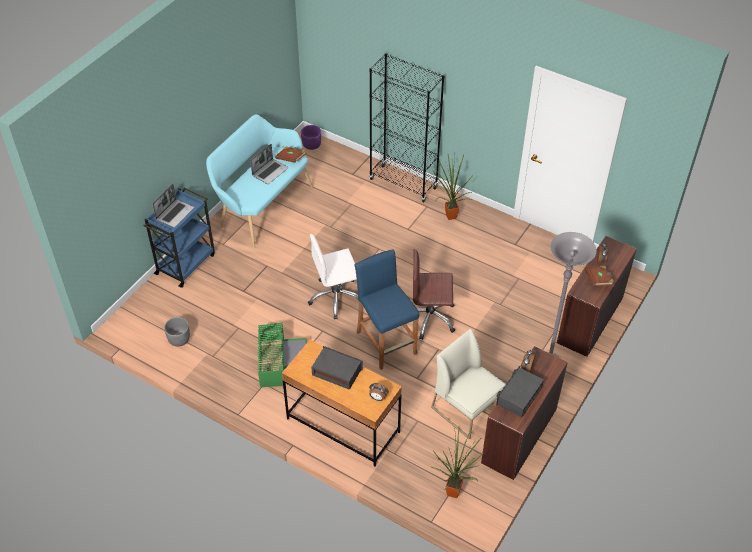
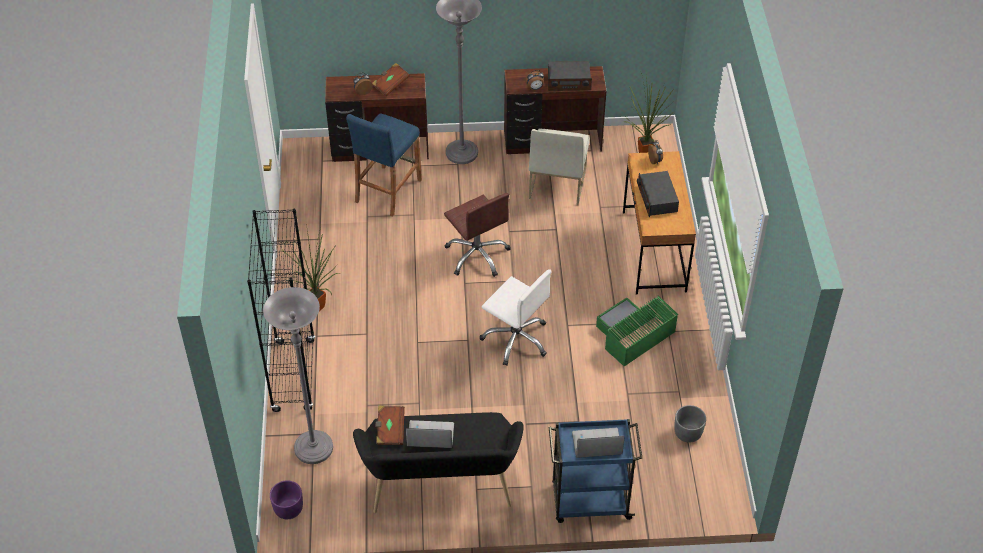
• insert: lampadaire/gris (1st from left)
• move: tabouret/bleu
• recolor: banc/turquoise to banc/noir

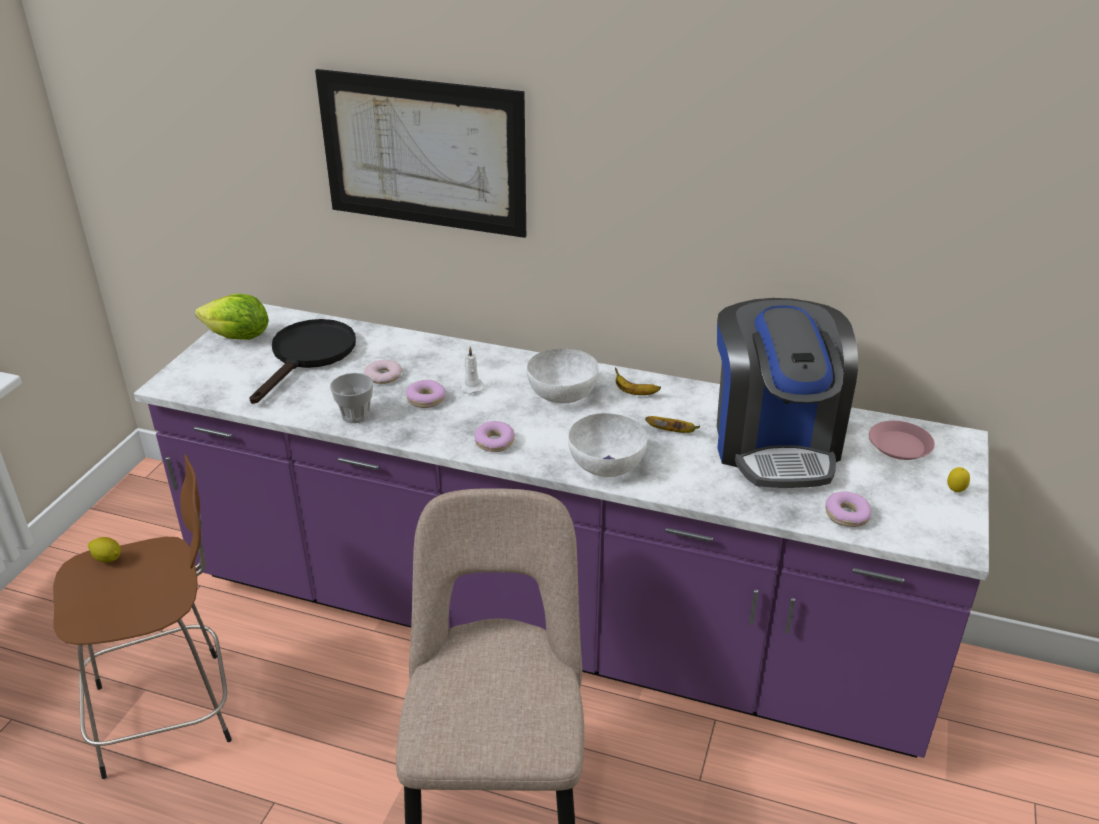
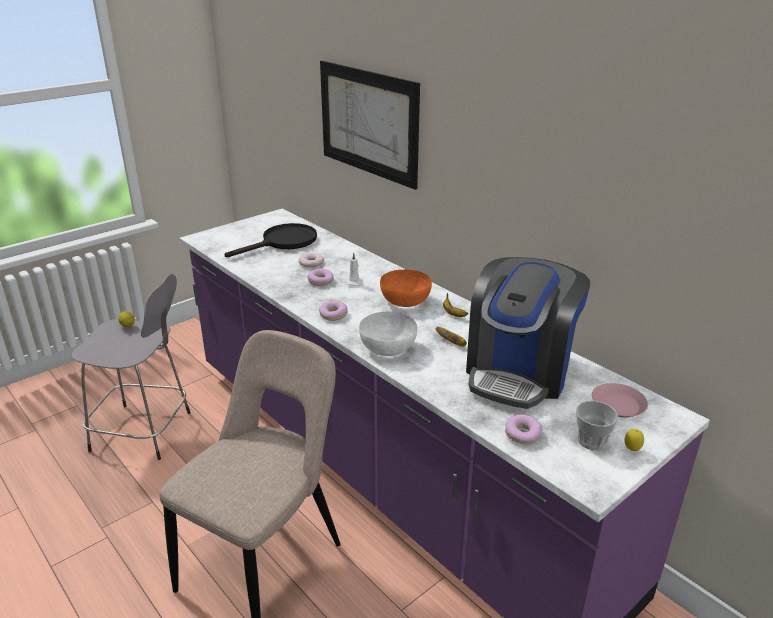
• recolor: tabouret/marron to tabouret/gris
• recolor: bol/blanc (1st from left) to bol/orange
• move: tasse
• delete: laitue

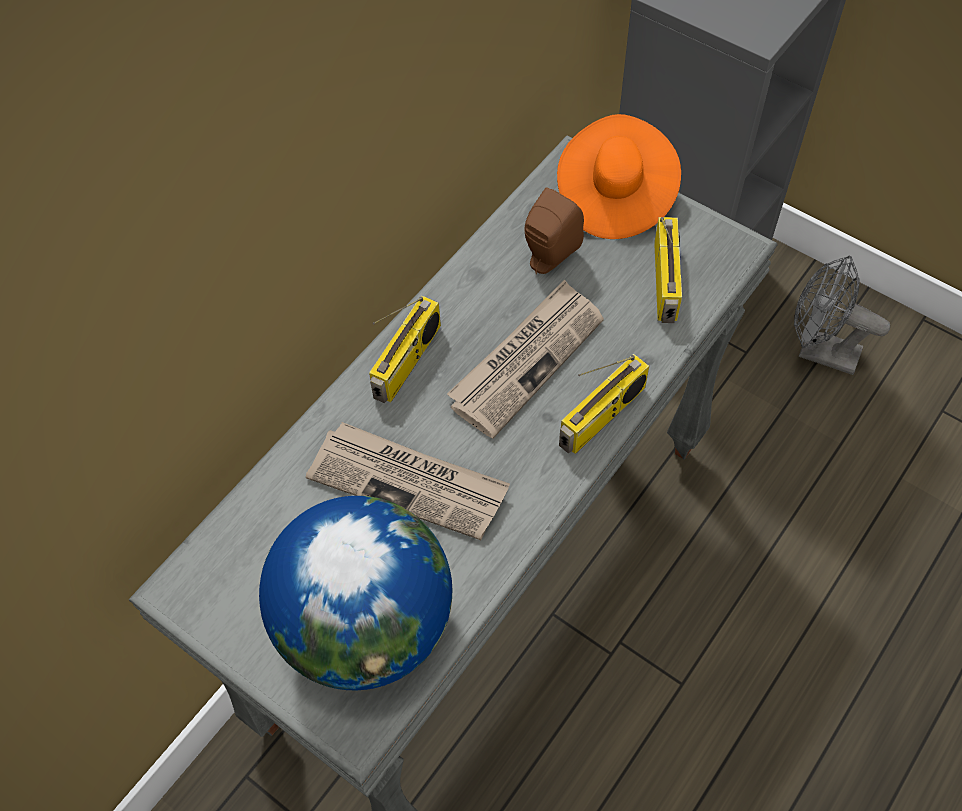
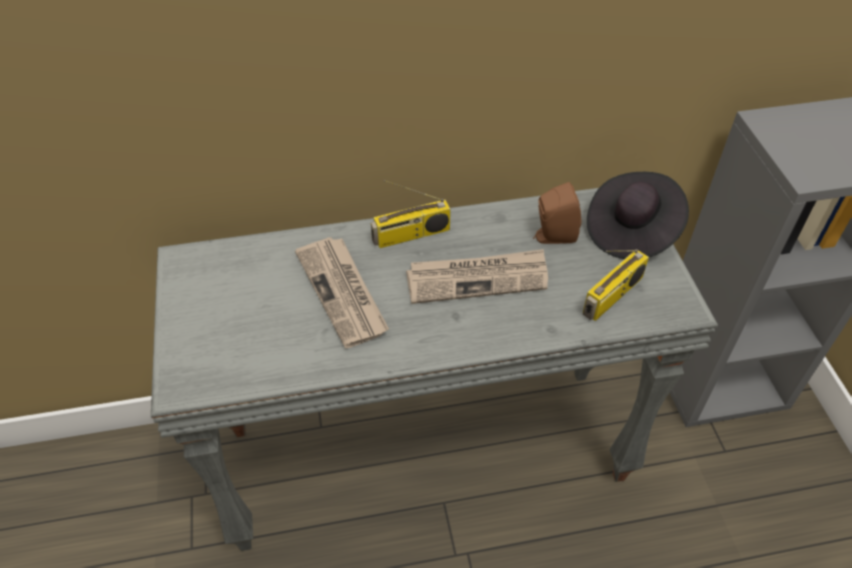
• recolor: chapeau/orange to chapeau/noir
• delete: globe
• delete: radio (2nd from left)
• delete: ventilateur/gris

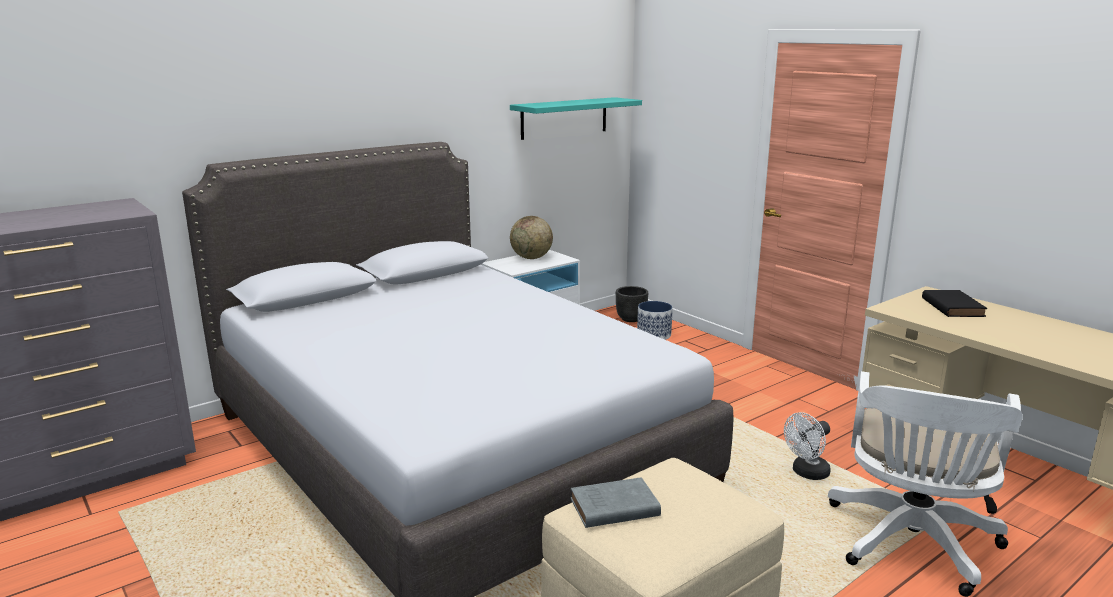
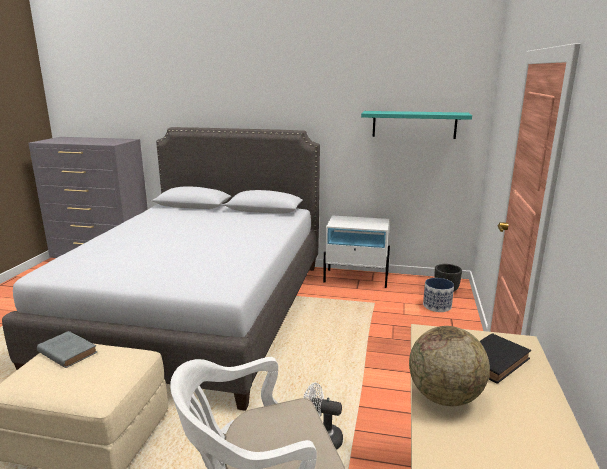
• move: globe

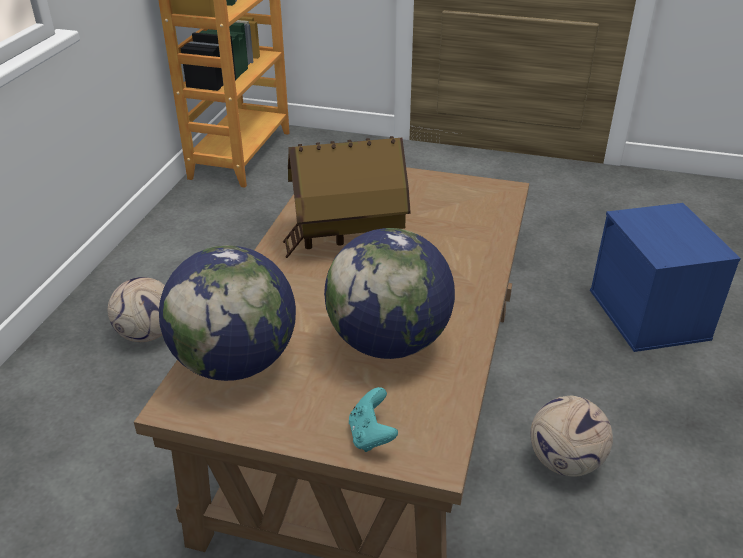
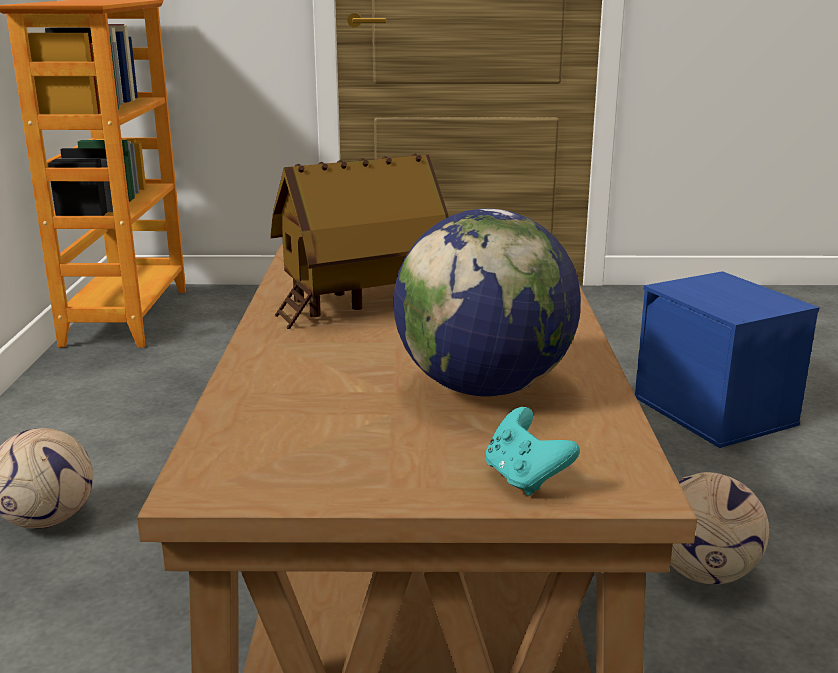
• delete: globe (1st from left)

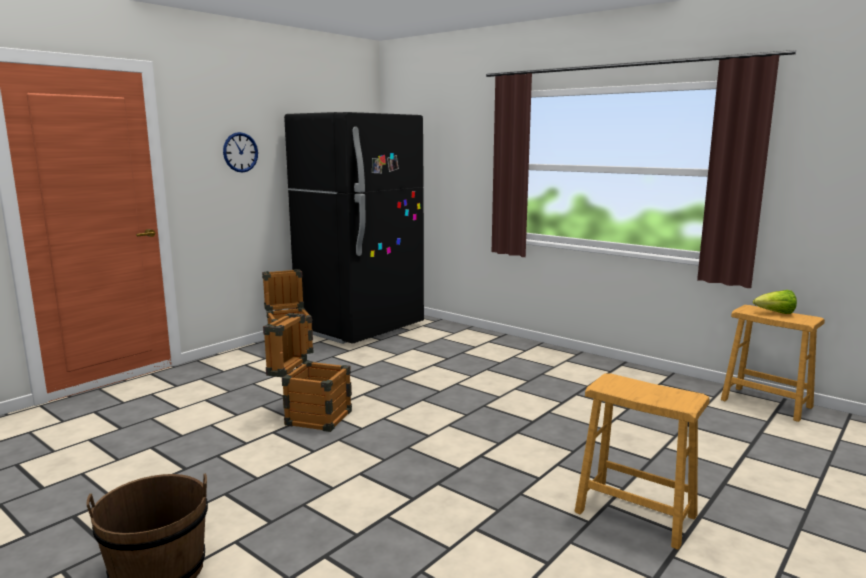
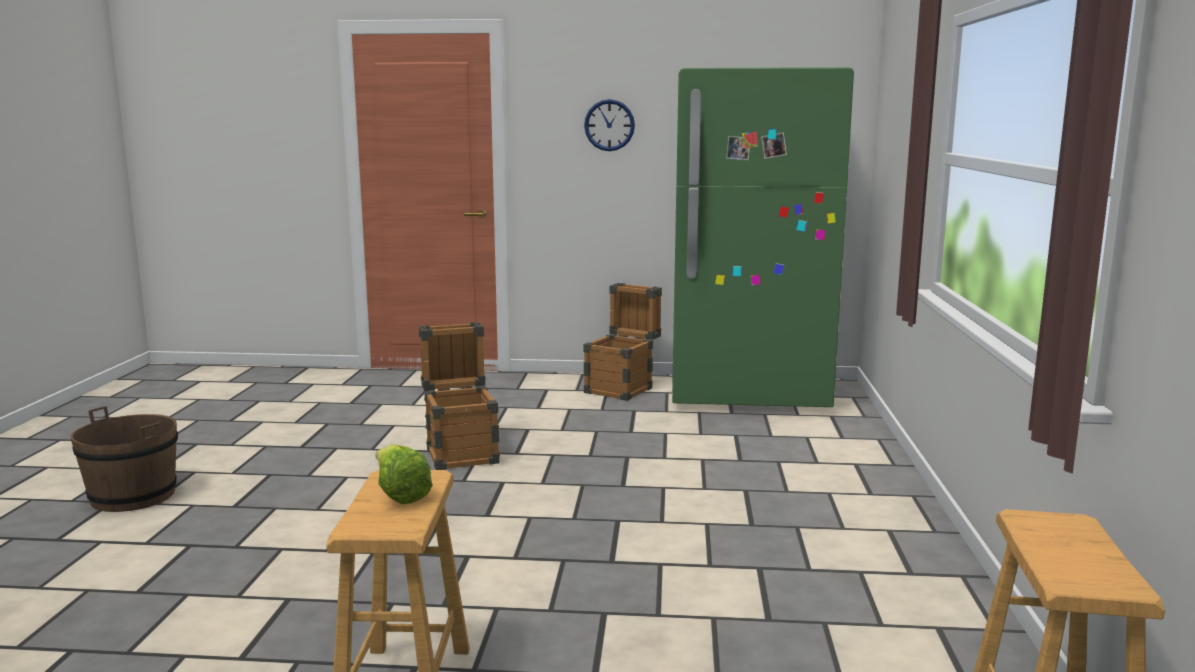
• move: laitue
• recolor: réfrigérateur/noir to réfrigérateur/vert

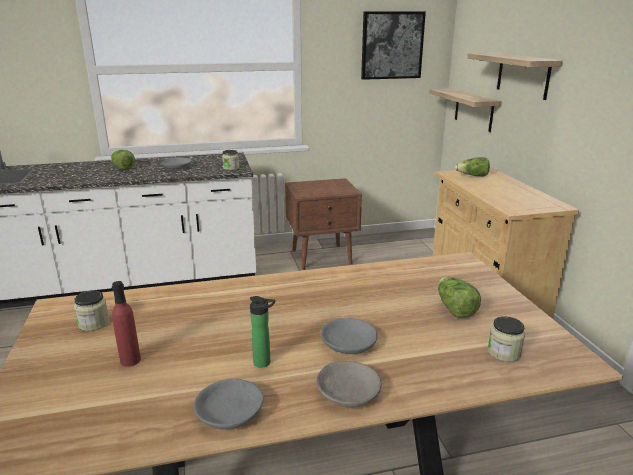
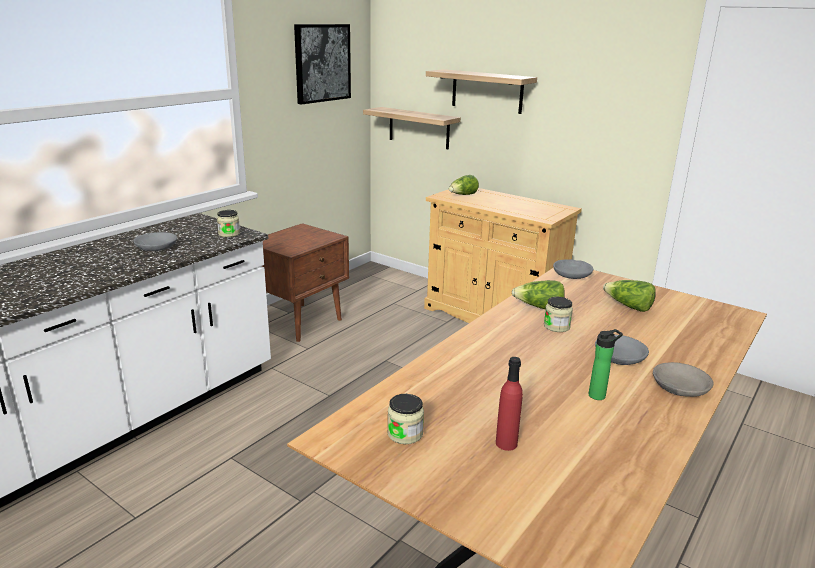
• move: laitue (1st from left in the first image) to laitue (2nd from left)
• move: bocal (3rd from left)
• move: bol/gris (2nd from left)

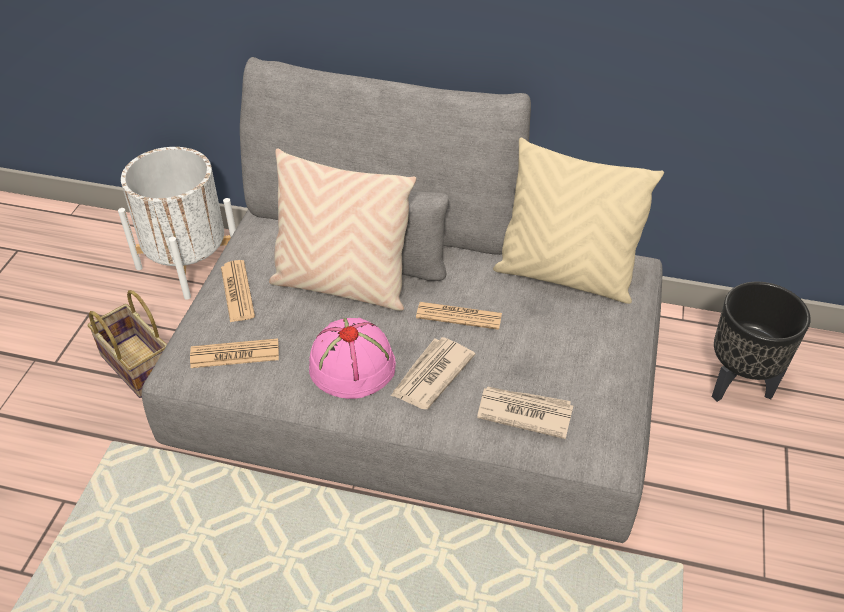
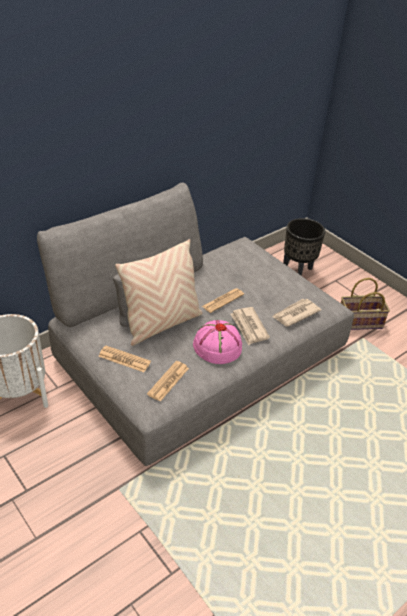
• move: panier
• delete: coussin/beige (2nd from left)

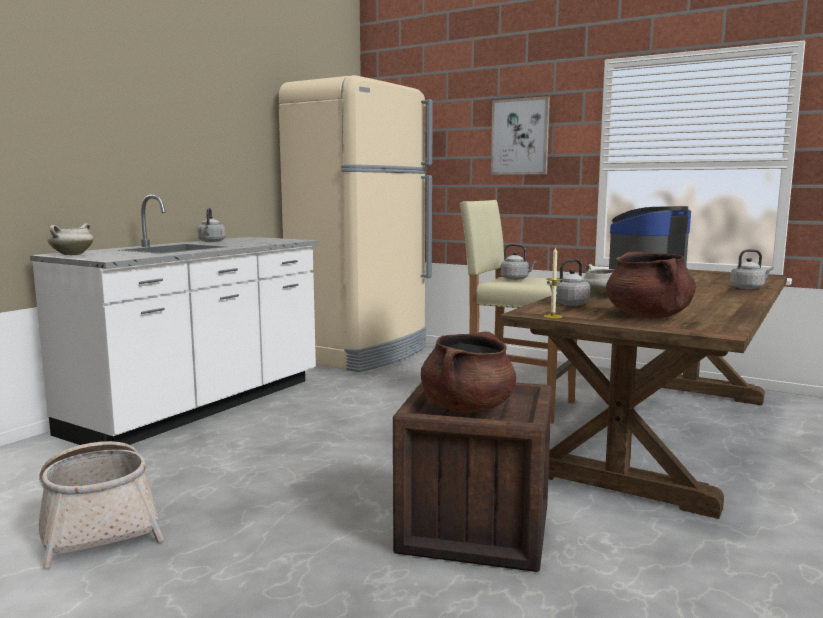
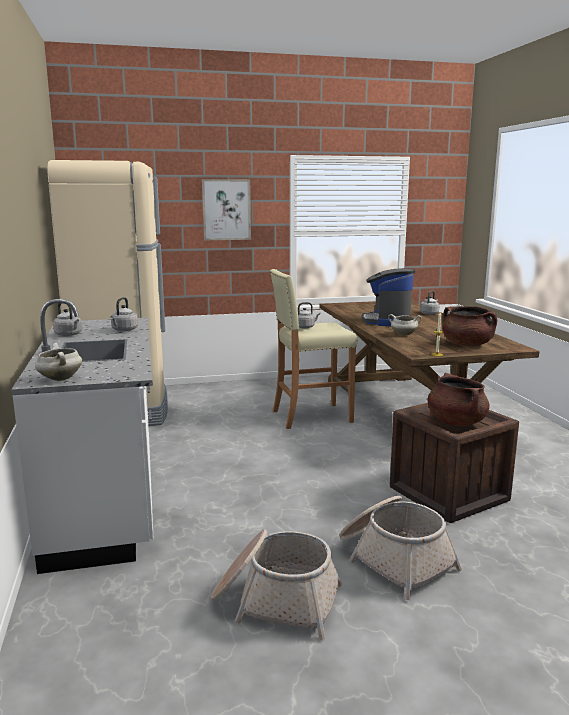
• move: bouilloire/gris (3rd from left in the first image) to bouilloire/gris (2nd from left)
• insert: panier (2nd from left)

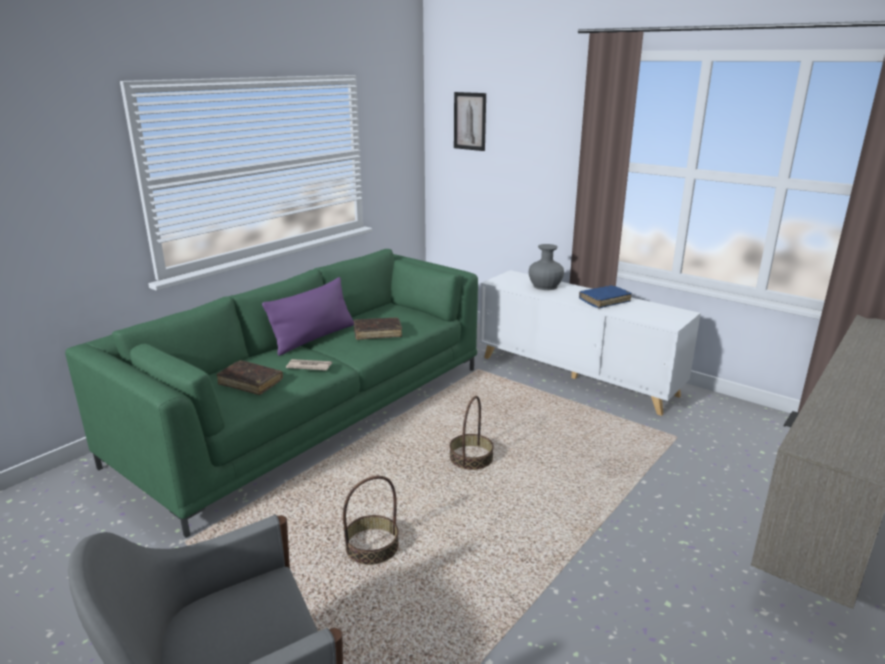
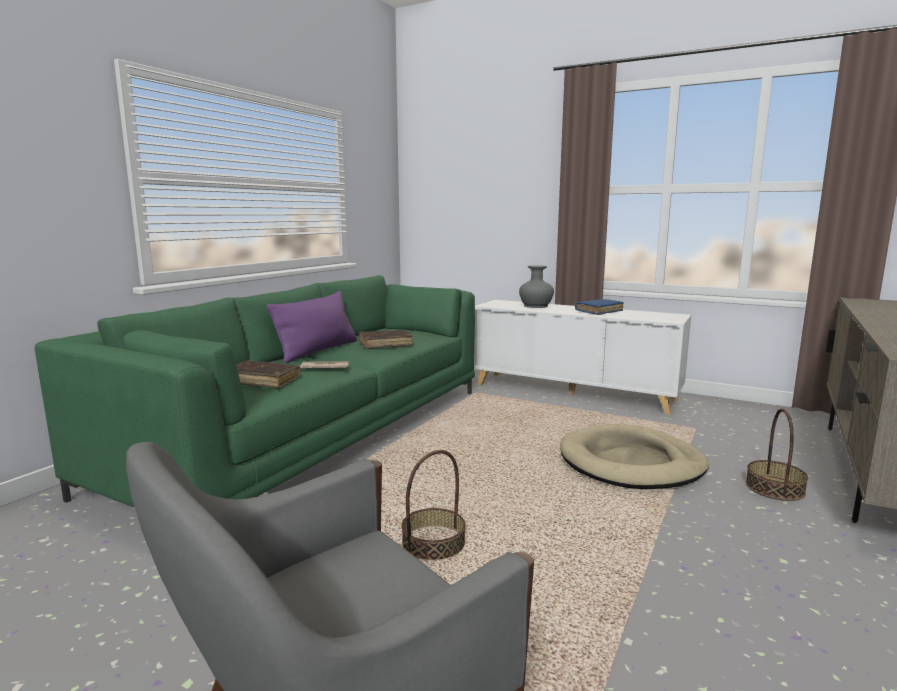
• insert: panier pour chien/beige
• move: panier (2nd from left)
• delete: tableau

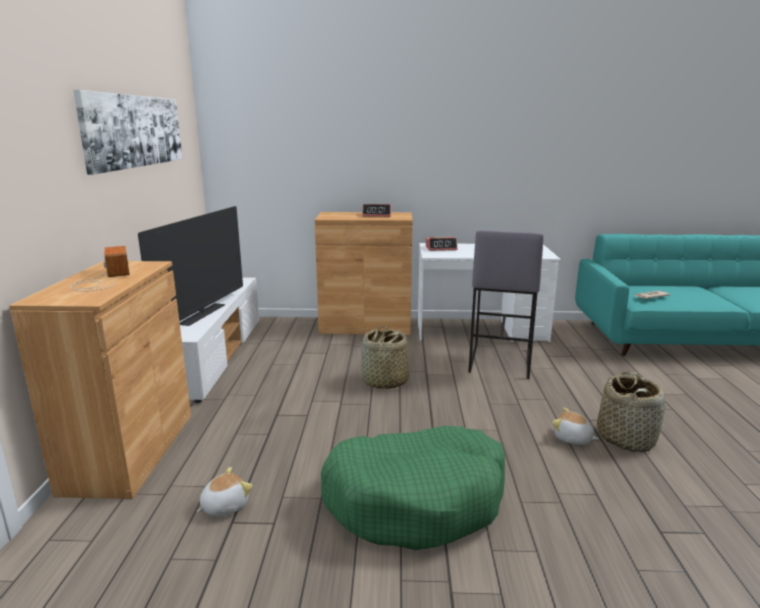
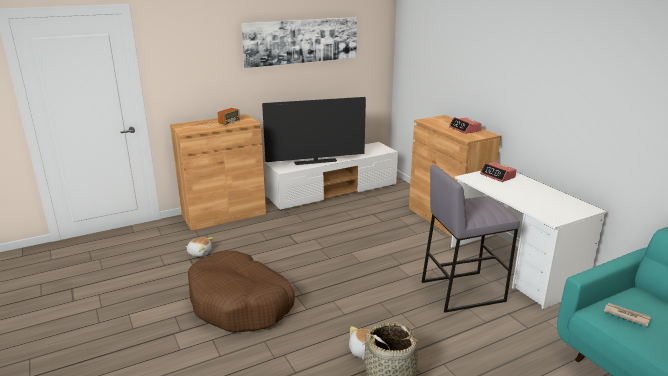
• recolor: panier pour chien/vert to panier pour chien/marron
• delete: panier (1st from left)

